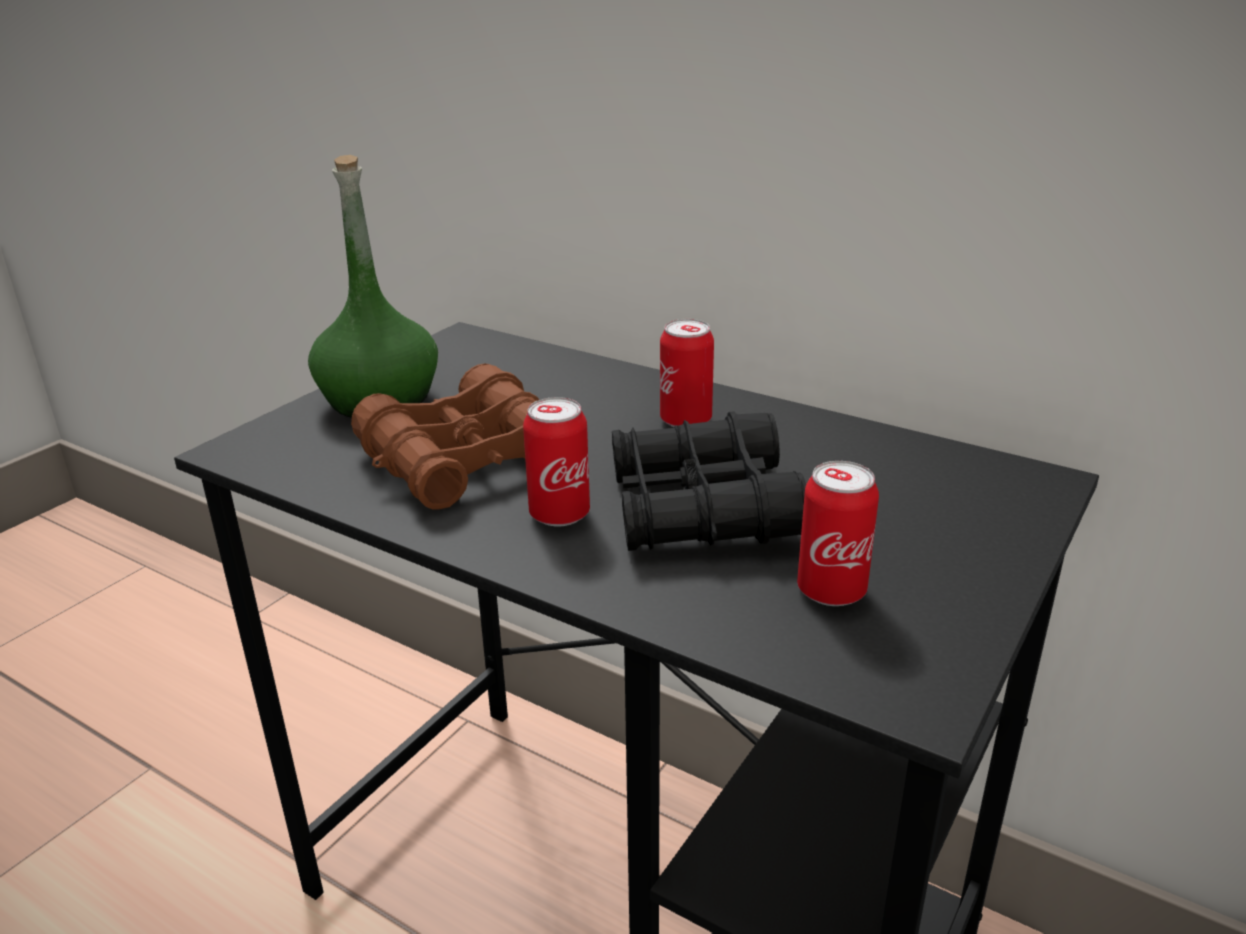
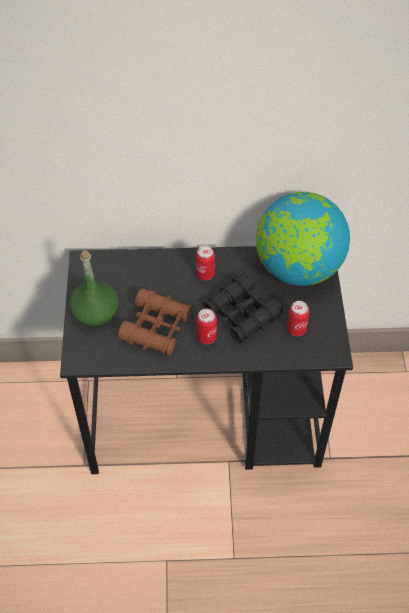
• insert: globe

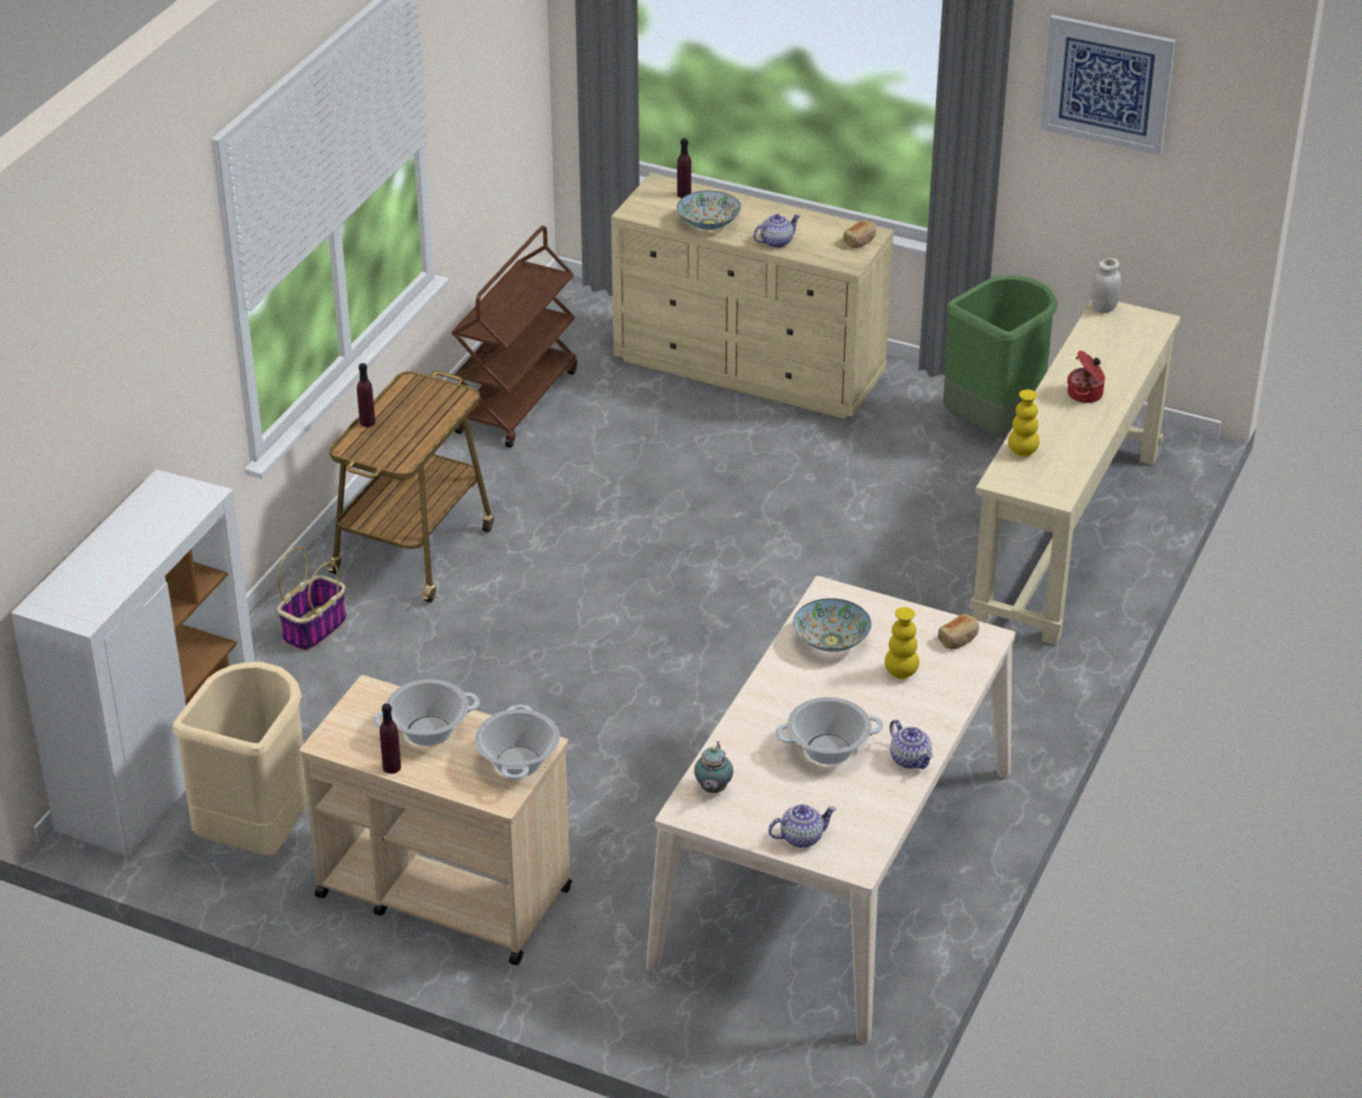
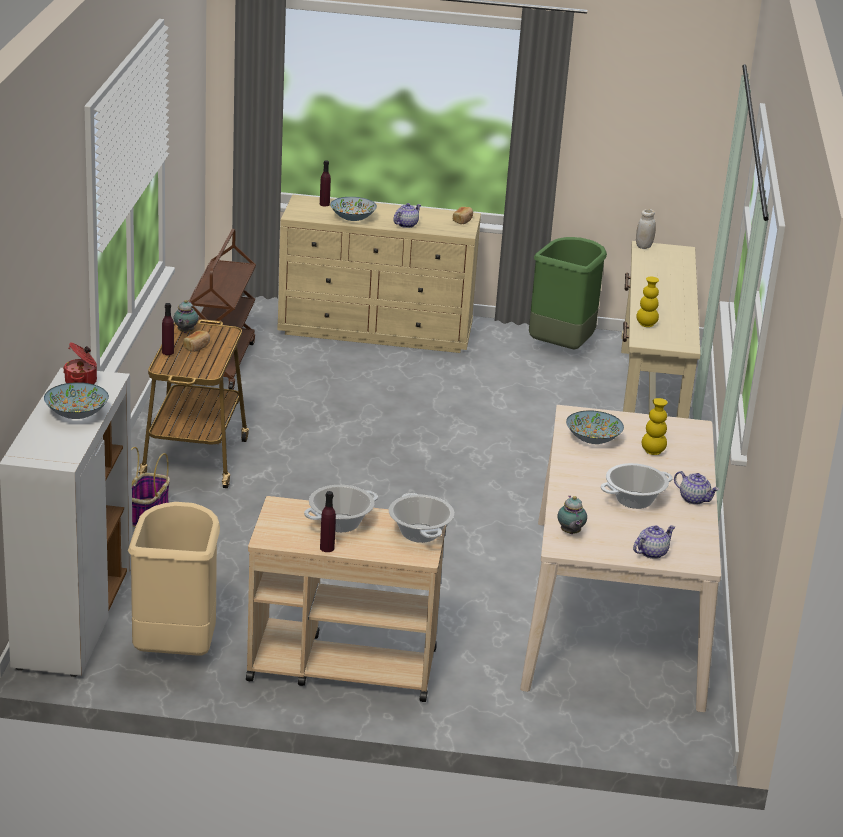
• insert: bol (1st from left)
• move: marmite (4th from left in the first image) to marmite (1st from left)
• insert: théière (1st from left)
• move: pain (2nd from left in the first image) to pain (1st from left)
• delete: tableau

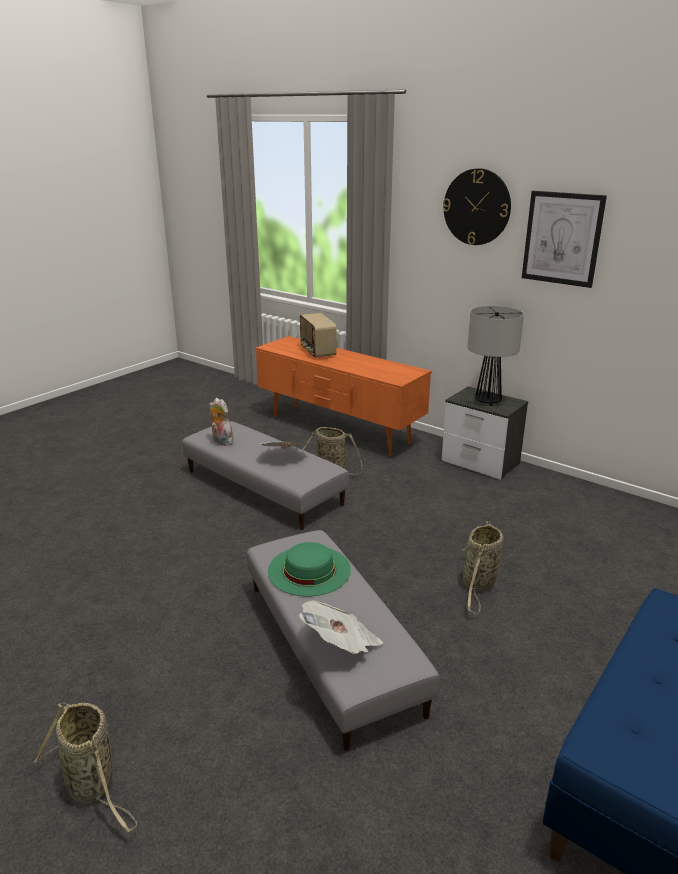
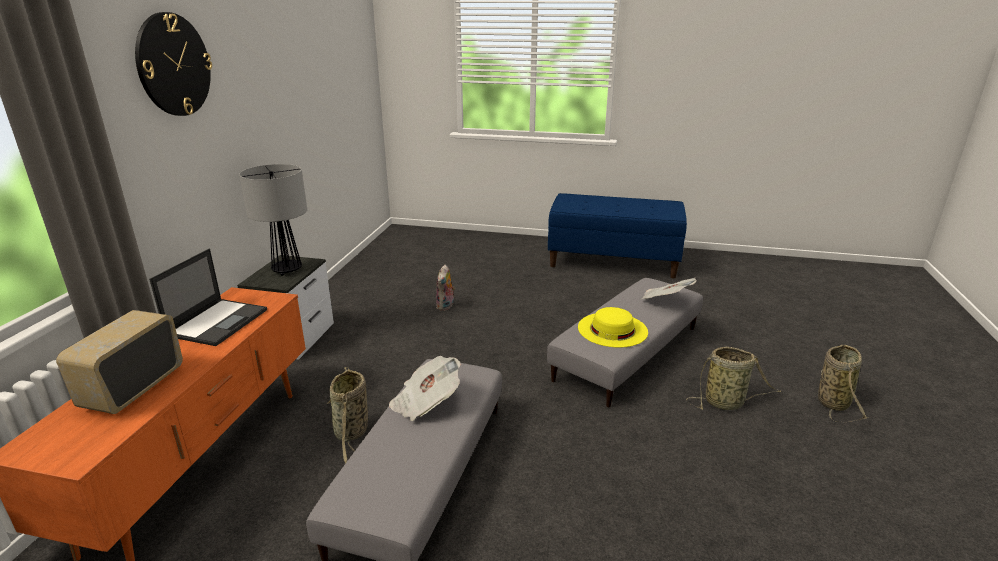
• rotate: radio 150 degrees clockwise
• insert: ordinateur portable
• move: peluche
• recolor: chapeau/vert to chapeau/jaune
• move: panier (3rd from left in the first image) to panier (2nd from left)
• delete: tableau

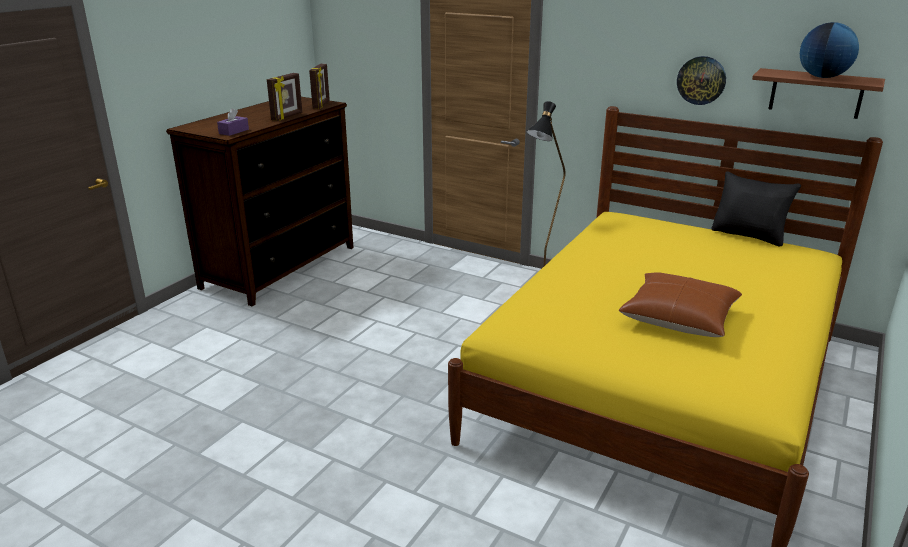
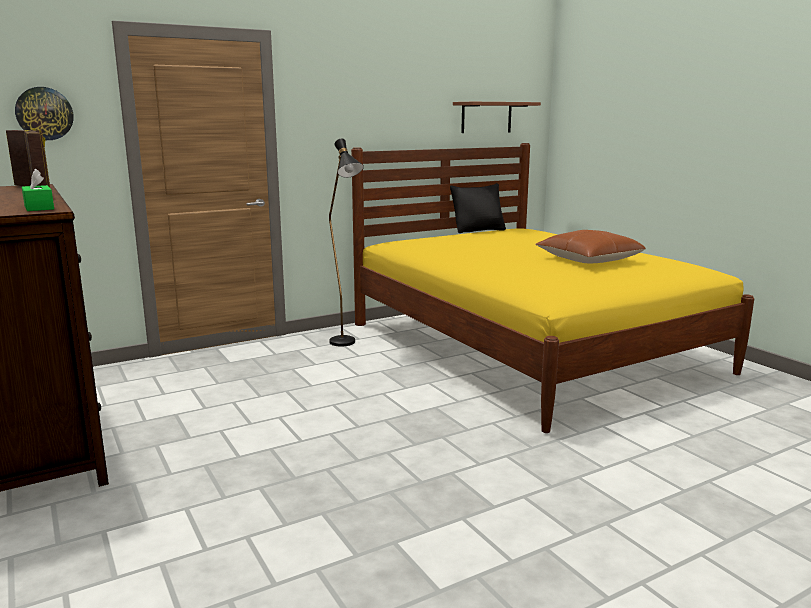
• move: horloge murale
• recolor: boîte à mouchoirs/violet to boîte à mouchoirs/vert
• delete: globe

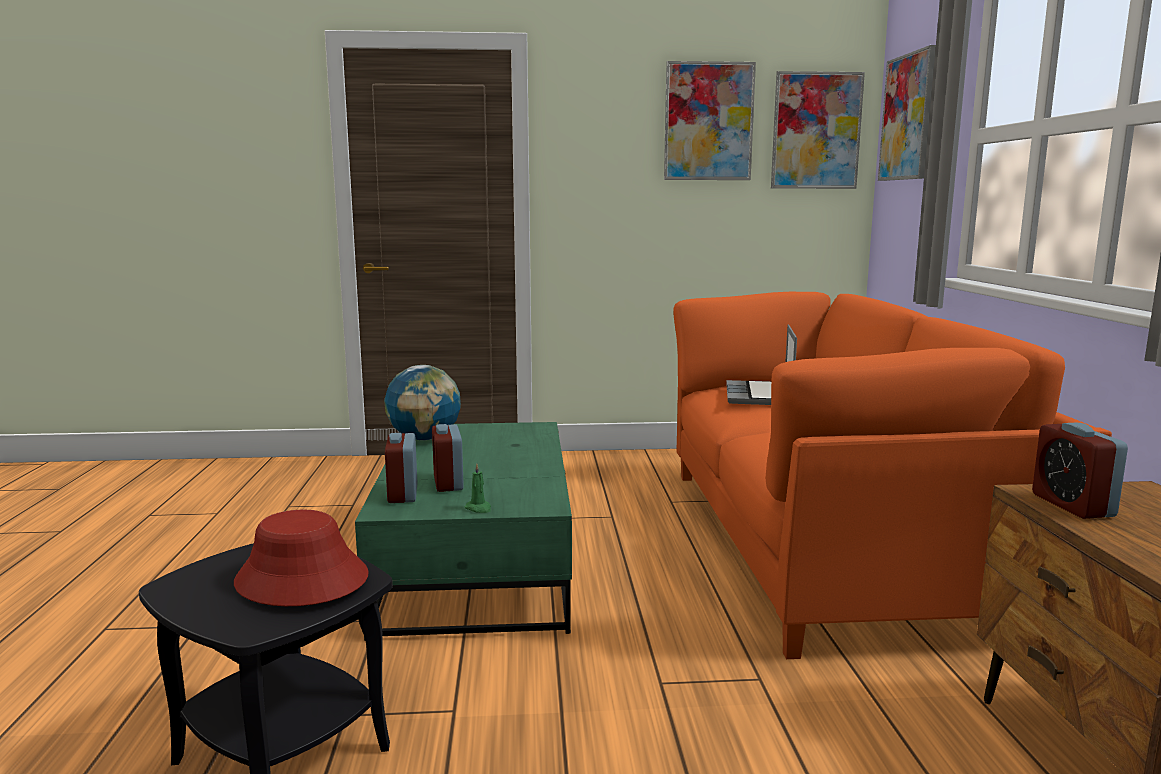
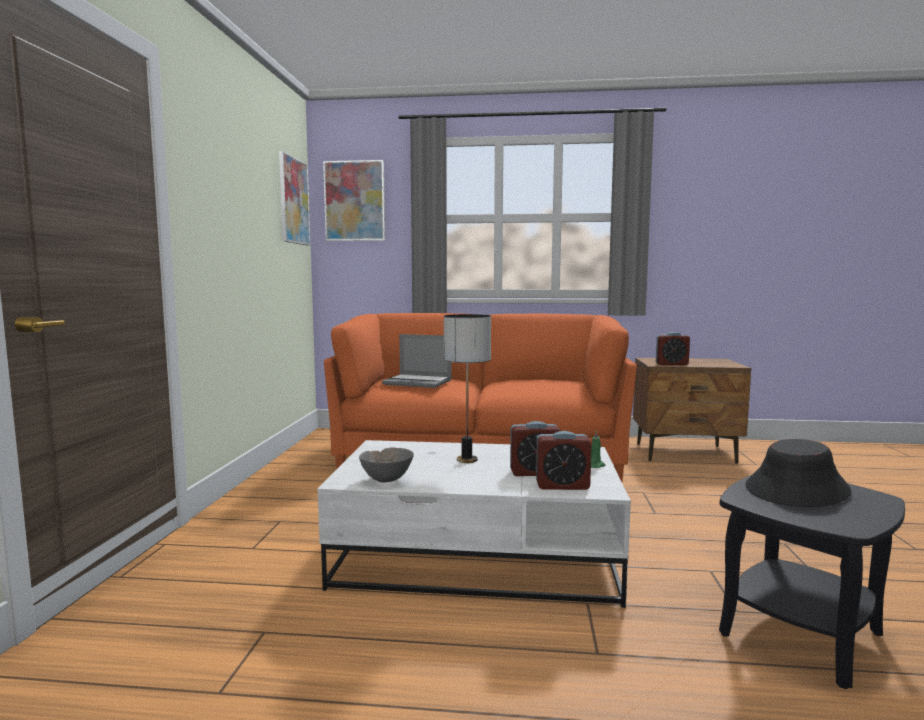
• recolor: table basse/vert to table basse/blanc
• replace: globe to bol/gris
• insert: lampe de table
• recolor: chapeau/rouge to chapeau/noir
• delete: tableau (1st from left)

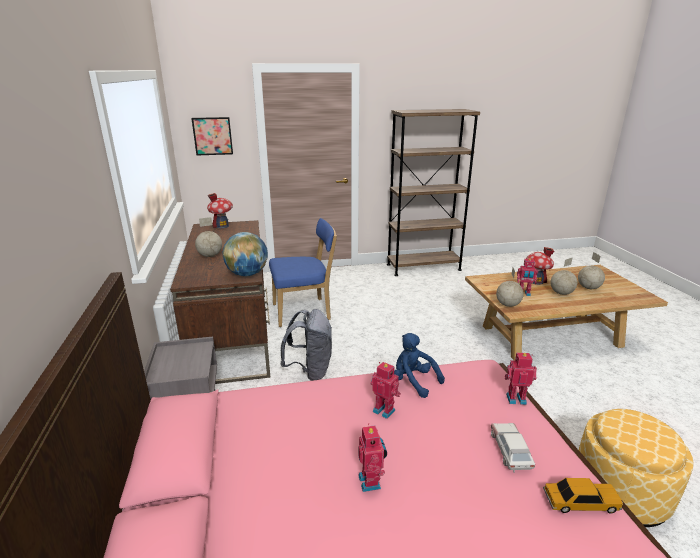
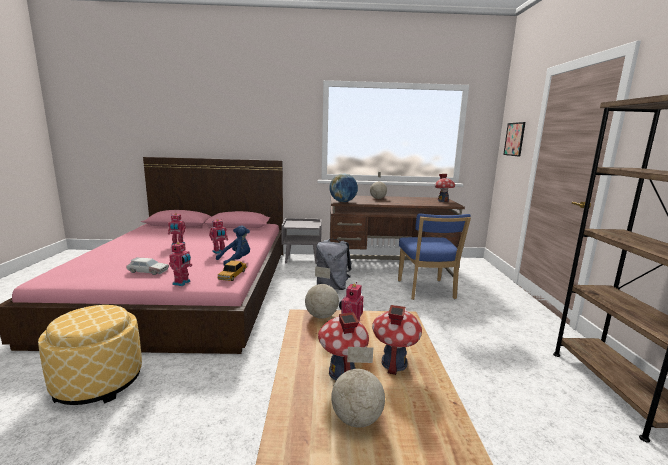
• move: petite voiture (2nd from left)
• replace: globe (4th from left) to maison miniature (1st from left)

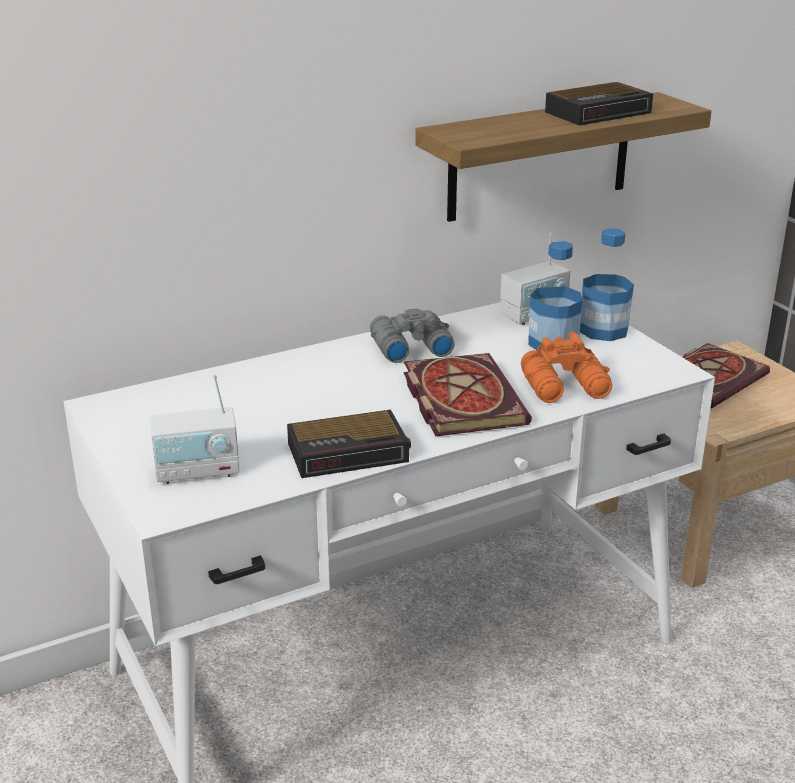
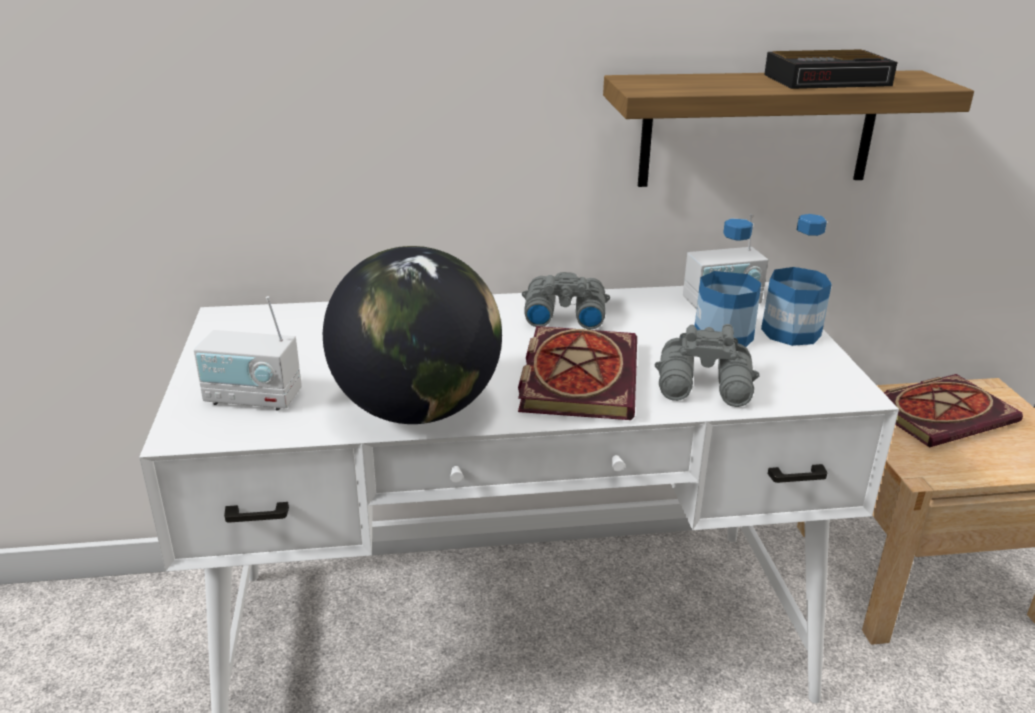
• replace: réveil (1st from left) to globe
• recolor: jumelles/orange to jumelles/gris (2nd from left)

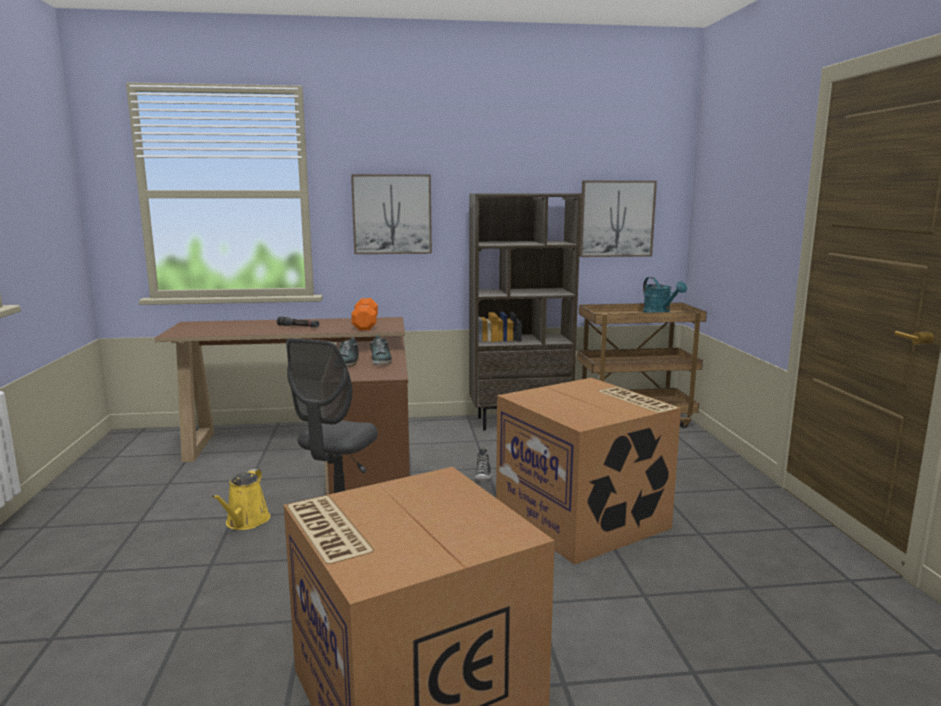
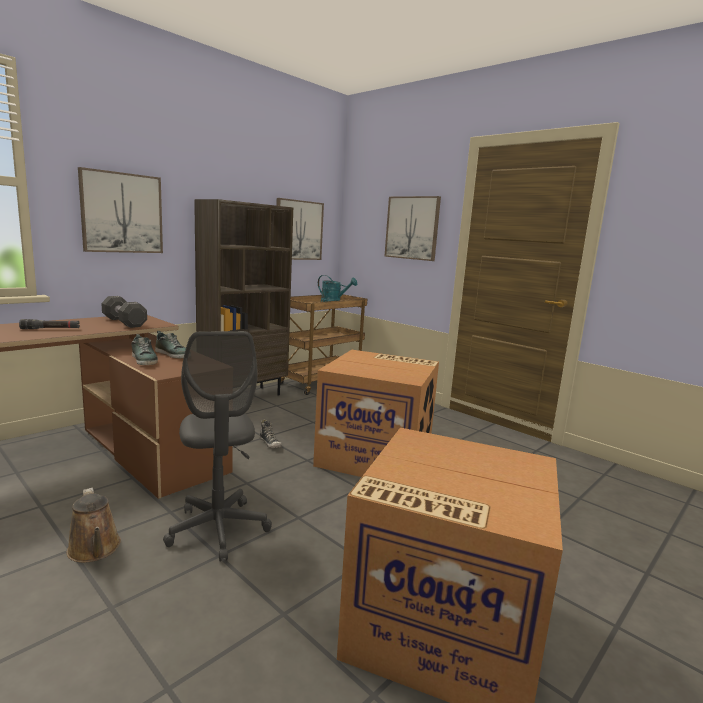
• recolor: arrosoir/jaune to arrosoir/marron
• recolor: haltère/orange to haltère/noir
• insert: tableau (3rd from left)

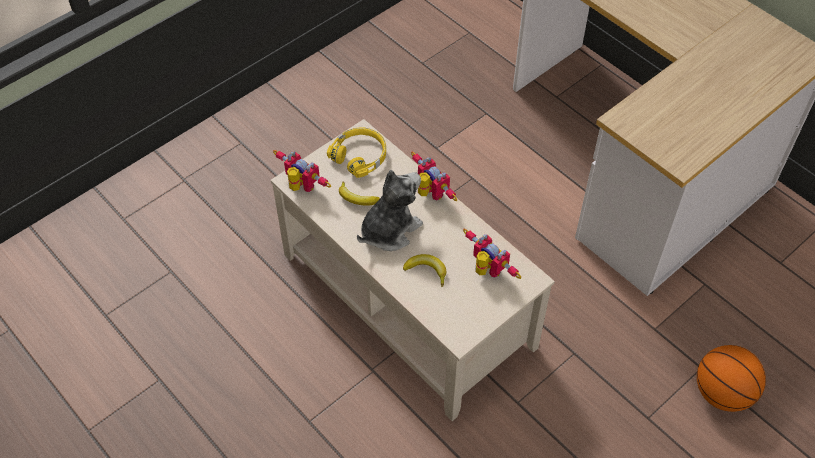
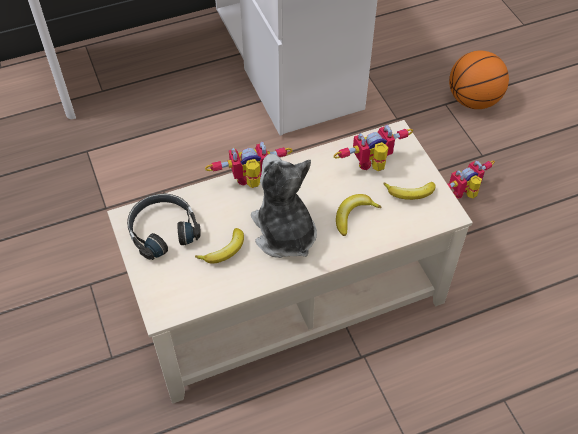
• recolor: casque audio/jaune to casque audio/noir
• insert: banane (3rd from left)
• move: robot jouet (1st from left in the first image) to robot jouet (3rd from left)

